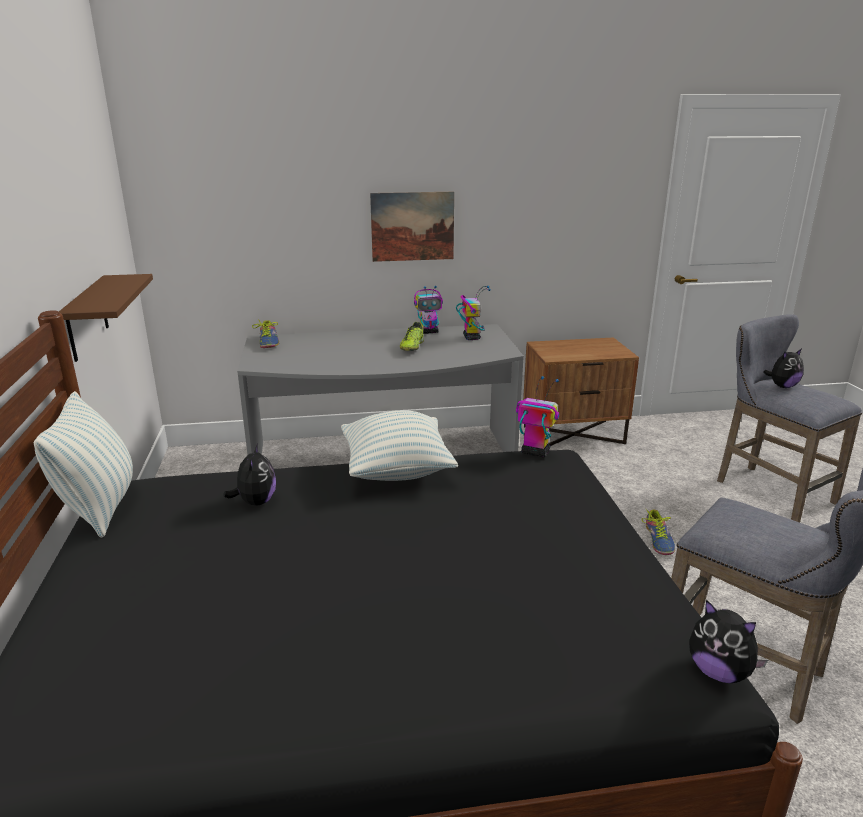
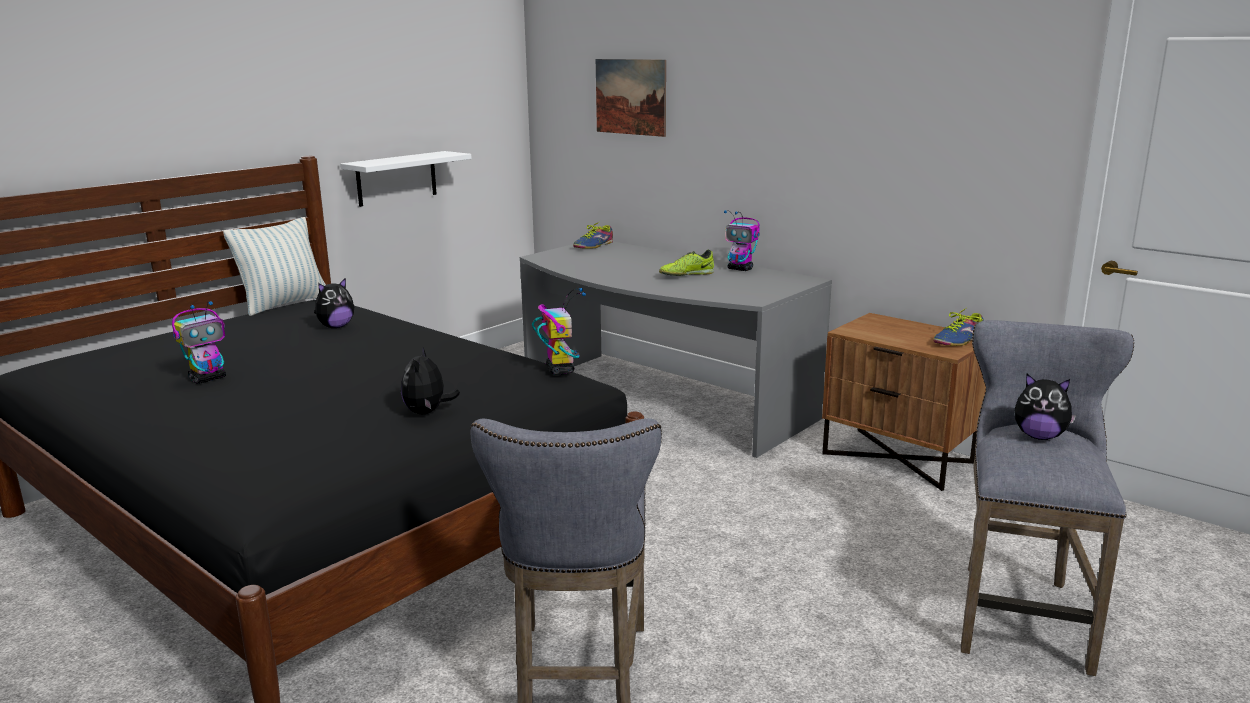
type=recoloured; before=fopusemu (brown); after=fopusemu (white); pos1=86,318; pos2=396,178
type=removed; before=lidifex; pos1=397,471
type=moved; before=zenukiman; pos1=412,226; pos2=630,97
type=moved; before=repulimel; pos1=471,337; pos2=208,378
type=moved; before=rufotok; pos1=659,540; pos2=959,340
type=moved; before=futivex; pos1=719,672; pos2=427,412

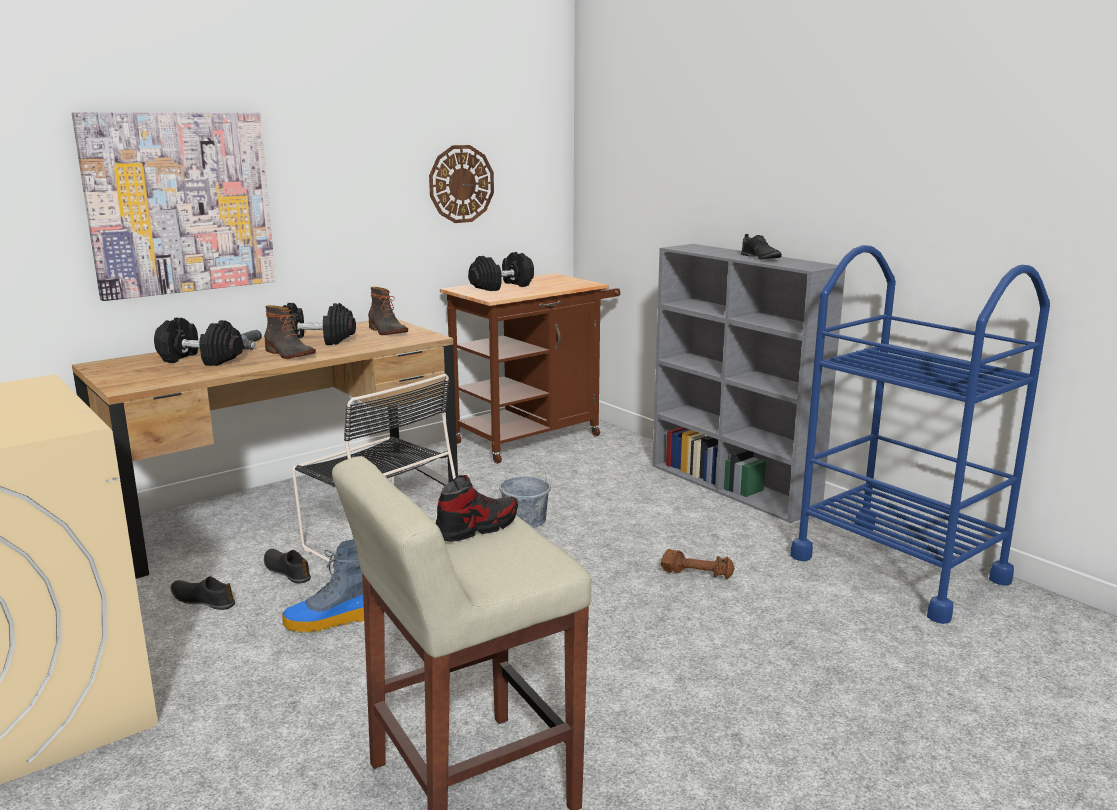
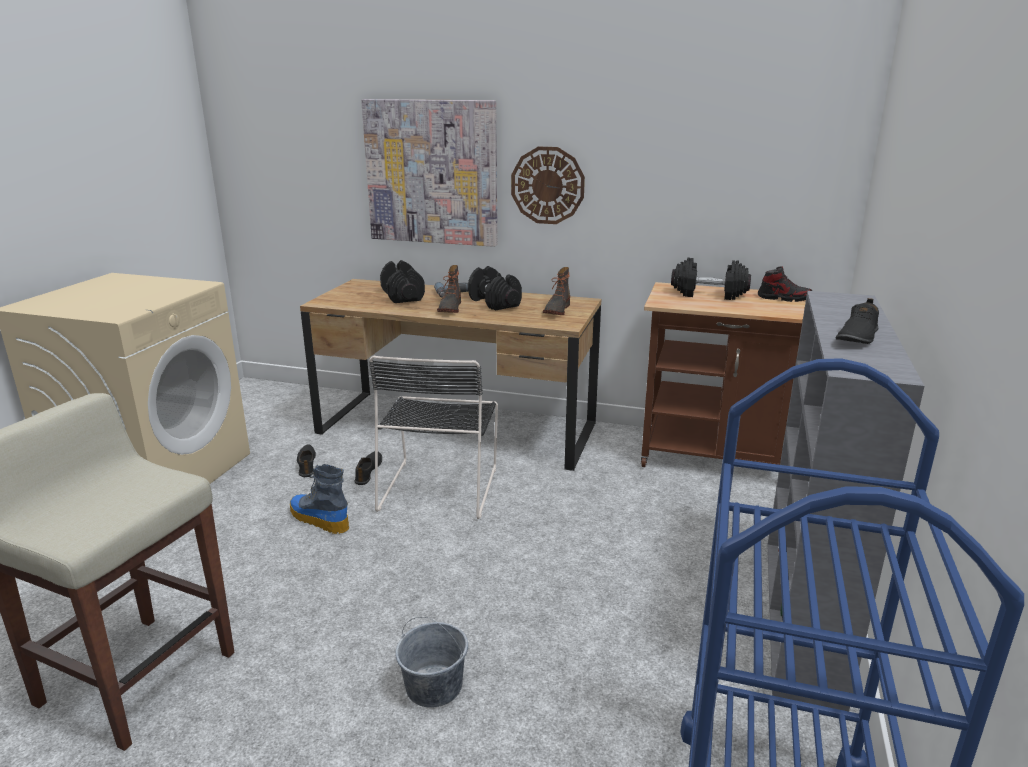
type=moved; before=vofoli; pos1=461,184; pos2=547,185
type=moved; before=rufotok; pos1=477,528; pos2=783,298
type=moved; before=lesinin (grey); pos1=525,520; pos2=434,687
type=removed; before=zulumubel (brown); pos1=697,574

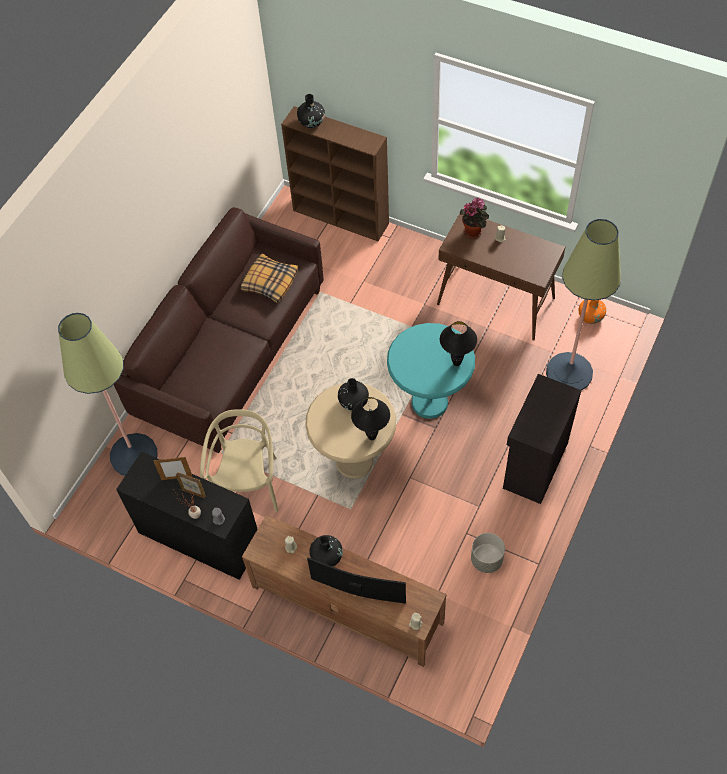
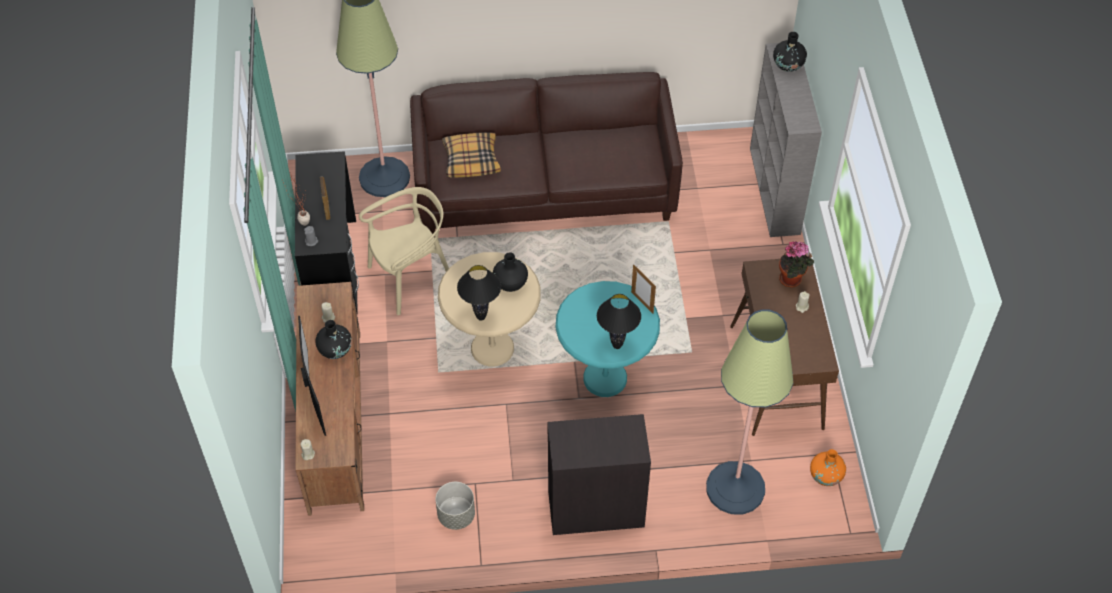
type=moved; before=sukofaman; pos1=177,478; pos2=642,302
type=moved; before=lidifex; pos1=269,282; pos2=471,160
type=recoloured; before=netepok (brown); after=netepok (grey); pos1=341,217; pos2=775,191

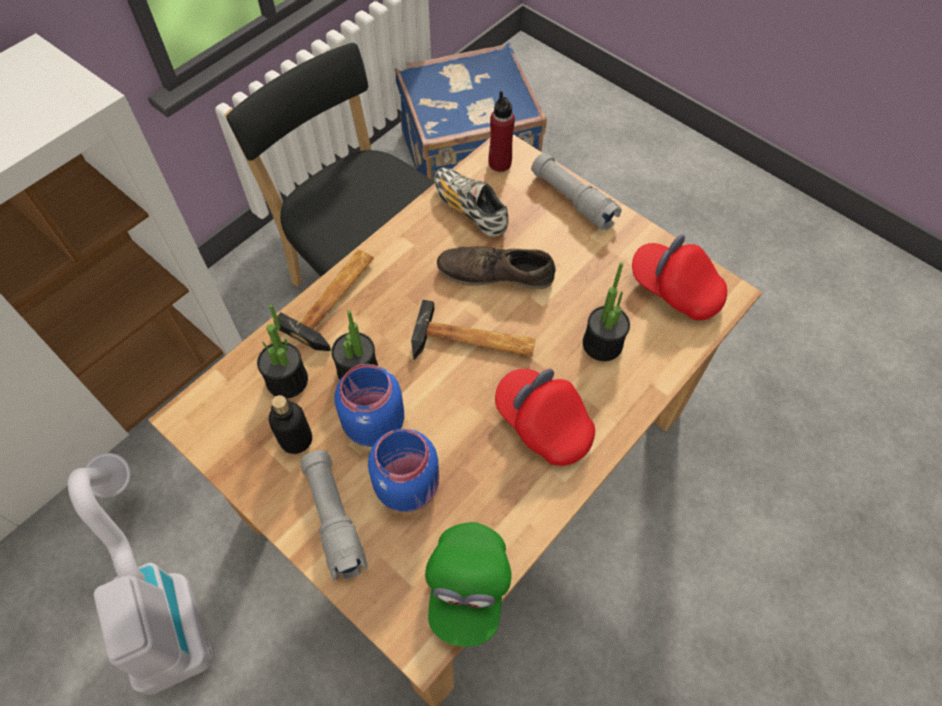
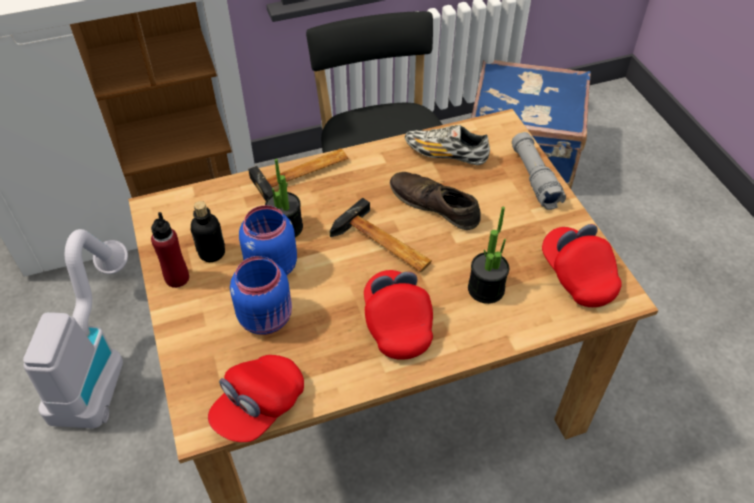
type=removed; before=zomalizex; pos1=287,380
type=removed; before=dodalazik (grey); pos1=334,518
type=recoloured; before=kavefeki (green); after=kavefeki (red); pos1=467,587; pos2=259,407
type=turned; before=rufotok; pos1=469,209; pos2=445,154; turn=-60
type=moved; before=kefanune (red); pos1=500,163; pos2=177,278

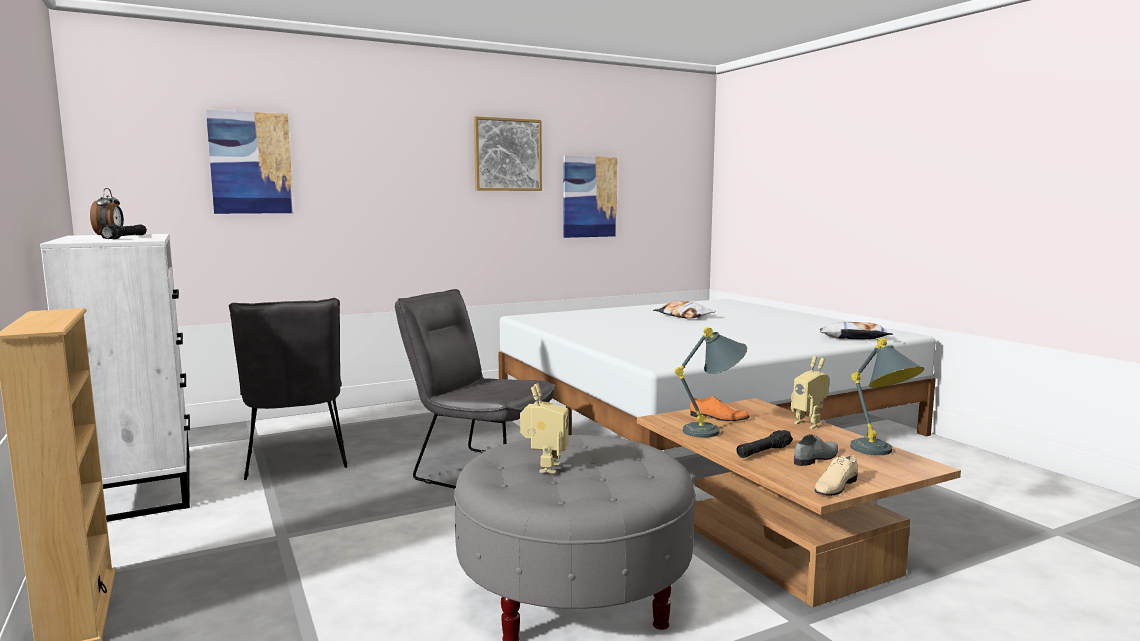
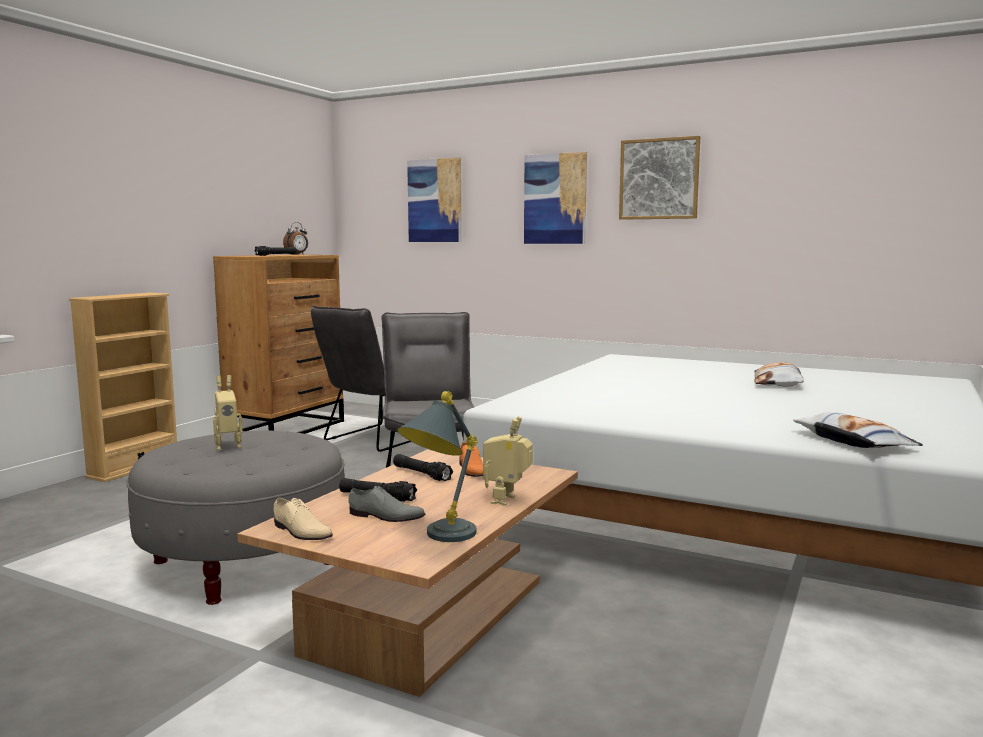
type=recoloured; before=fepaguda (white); after=fepaguda (brown); pos1=139,487; pos2=287,428
type=moved; before=zenukiman; pos1=589,197; pos2=555,199
type=replaced; before=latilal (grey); after=dodalazik (black); pos1=714,431; pos2=421,474
type=turned; before=rufotok (beige); pos1=835,486; pos2=300,531; turn=-150

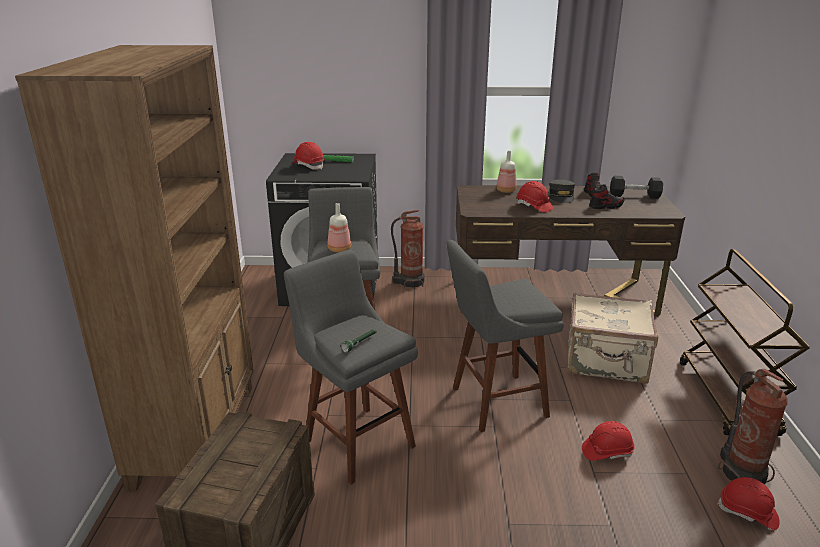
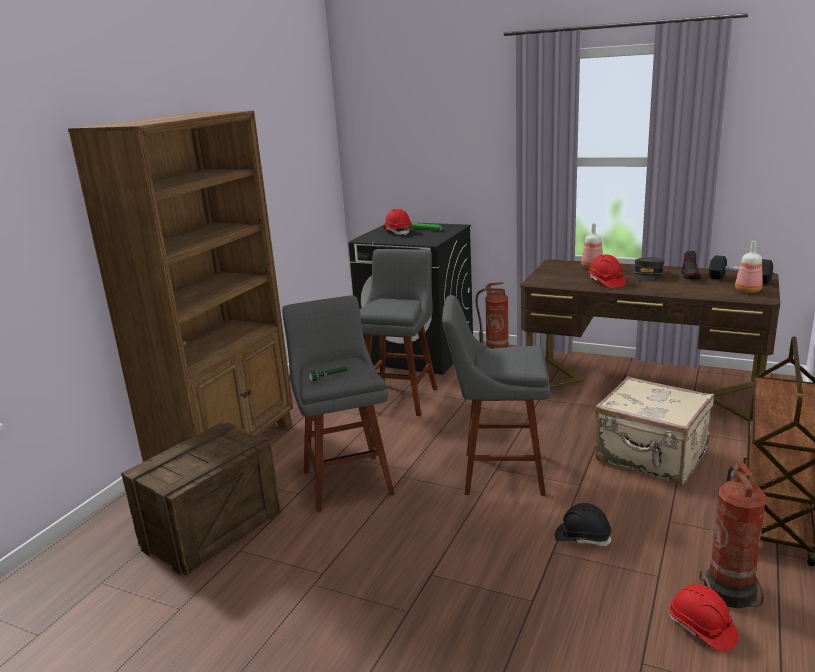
type=moved; before=kefanune; pos1=338,249; pos2=747,290
type=recoloured; before=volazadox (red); after=volazadox (black); pos1=607,451; pos2=582,537
type=removed; before=rufotok; pos1=606,206

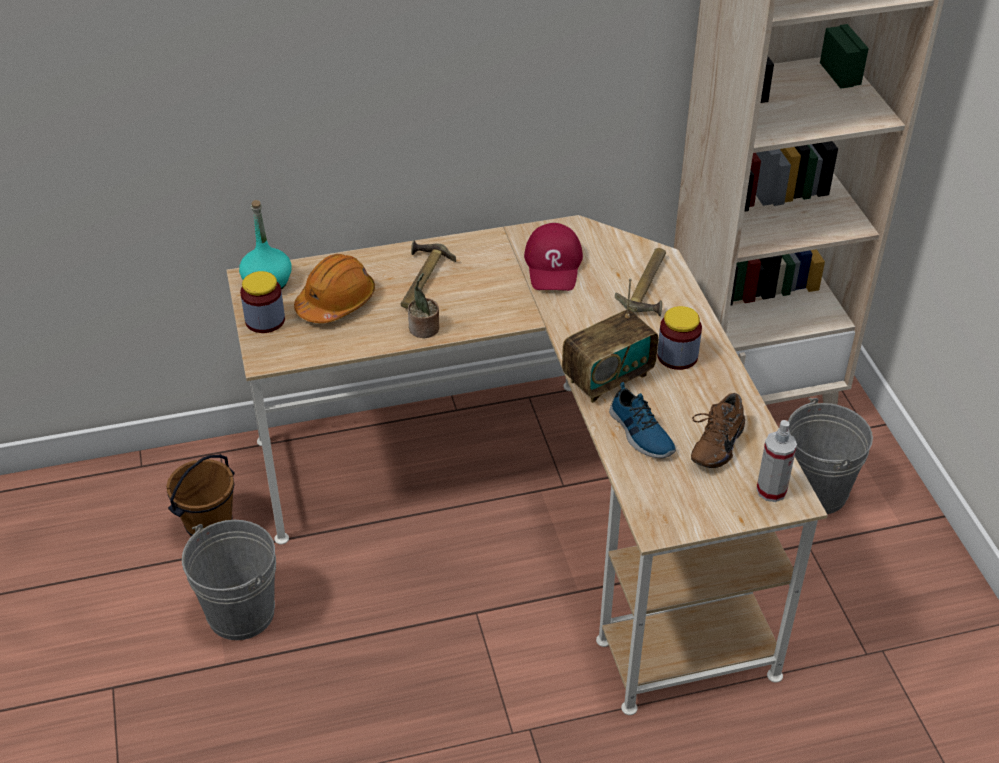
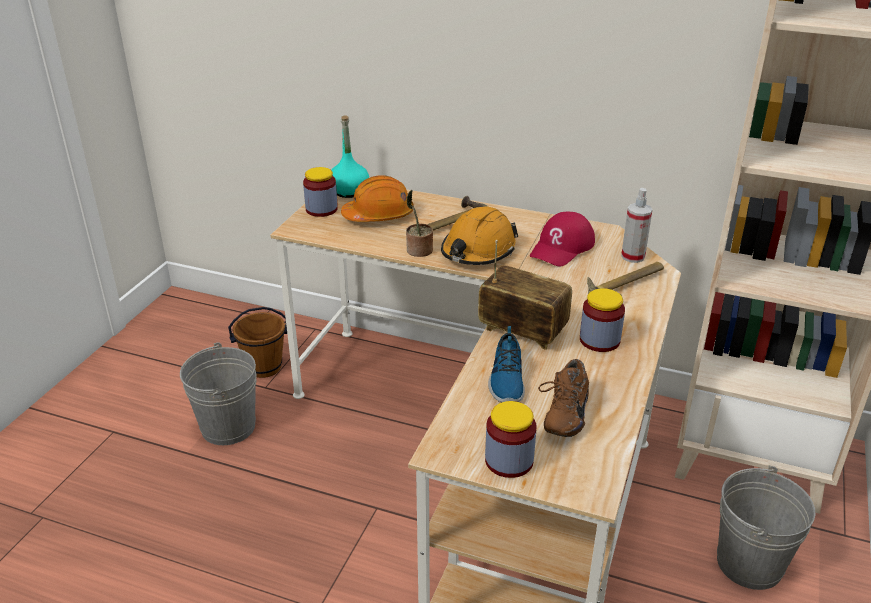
type=turned; before=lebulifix; pos1=607,378; pos2=522,331; turn=-150
type=turned; before=rufotok (brown); pos1=714,444; pos2=562,415; turn=-45
type=moved; before=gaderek; pos1=771,490; pos2=633,256
type=added; after=volazadox (orange); pos2=478,251
type=added; after=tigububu; pos2=509,461

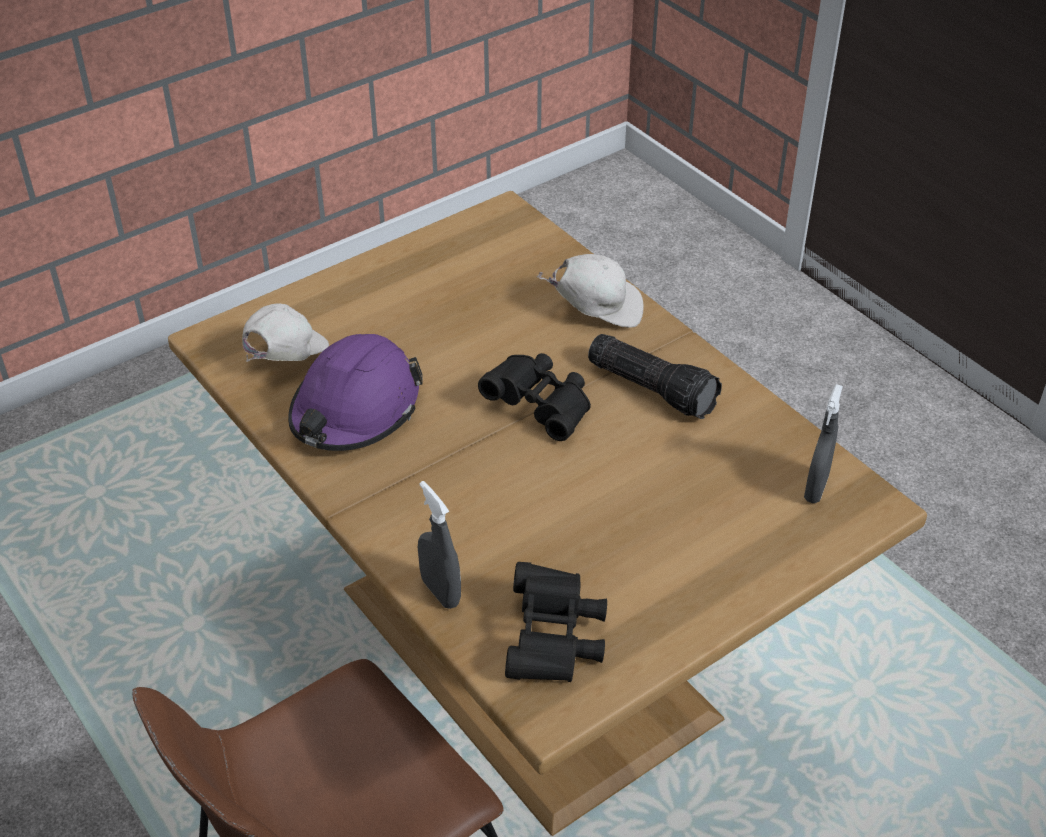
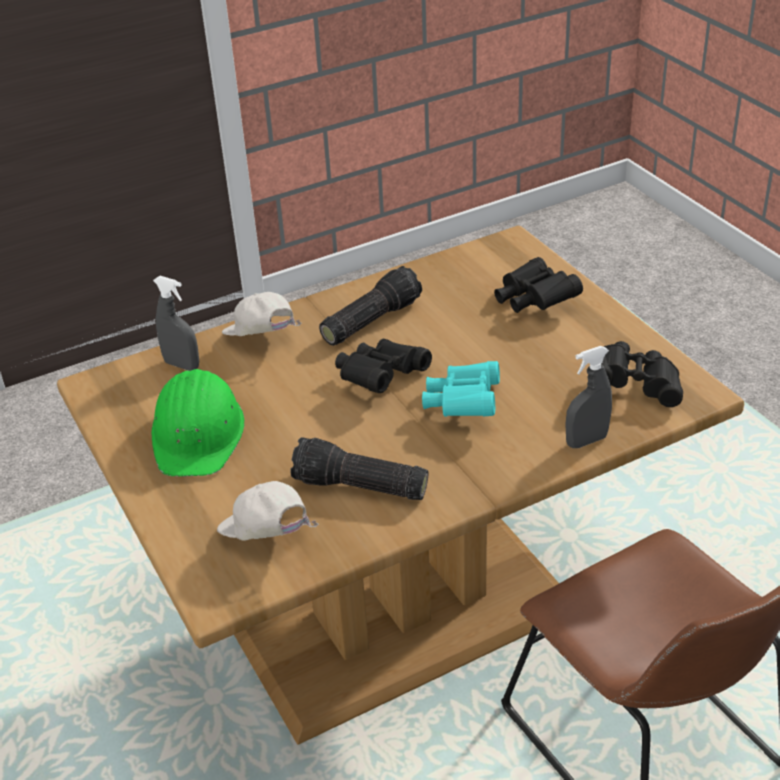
type=replaced; before=volazadox (purple); after=dodalazik; pos1=355,410; pos2=358,487
type=turned; before=kavefeki (white); pos1=597,309; pos2=262,340; turn=-60
type=moved; before=gaderek (grey); pos1=816,488; pos2=182,365
type=added; after=volazadox (green); pos2=198,433
type=added; after=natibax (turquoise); pos2=463,404
type=added; after=natibax (black); pos2=534,301

